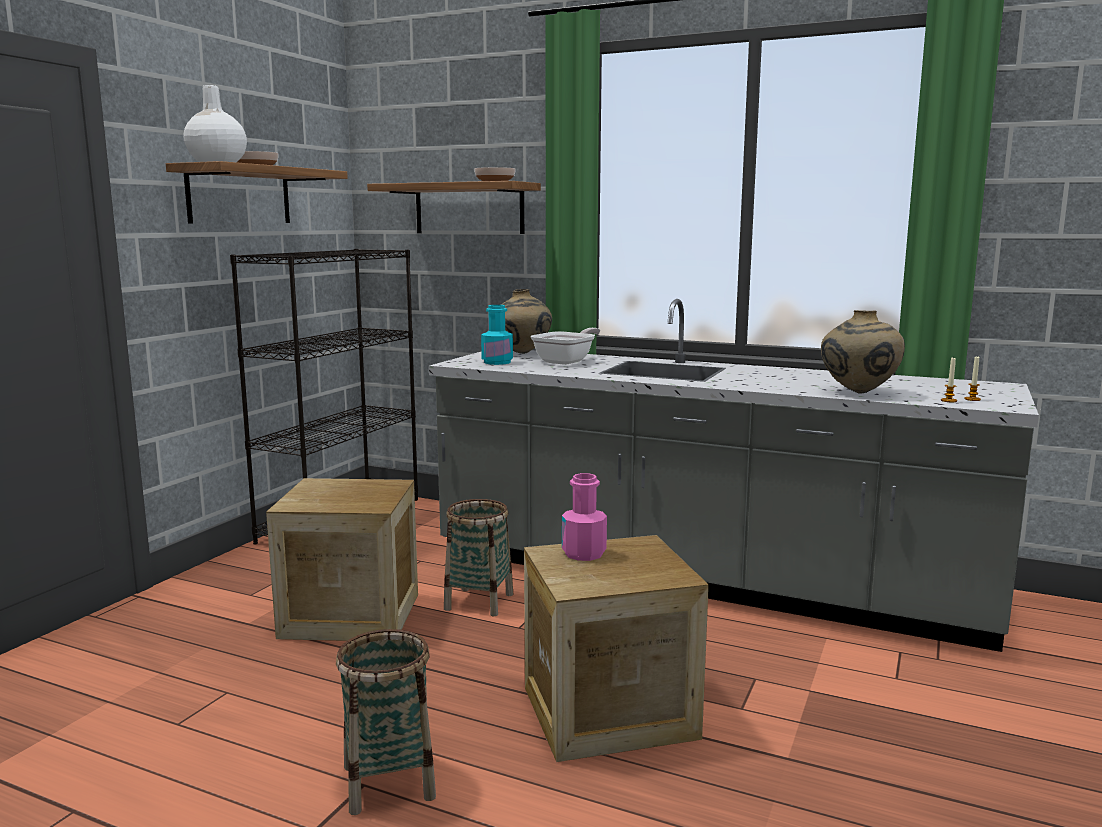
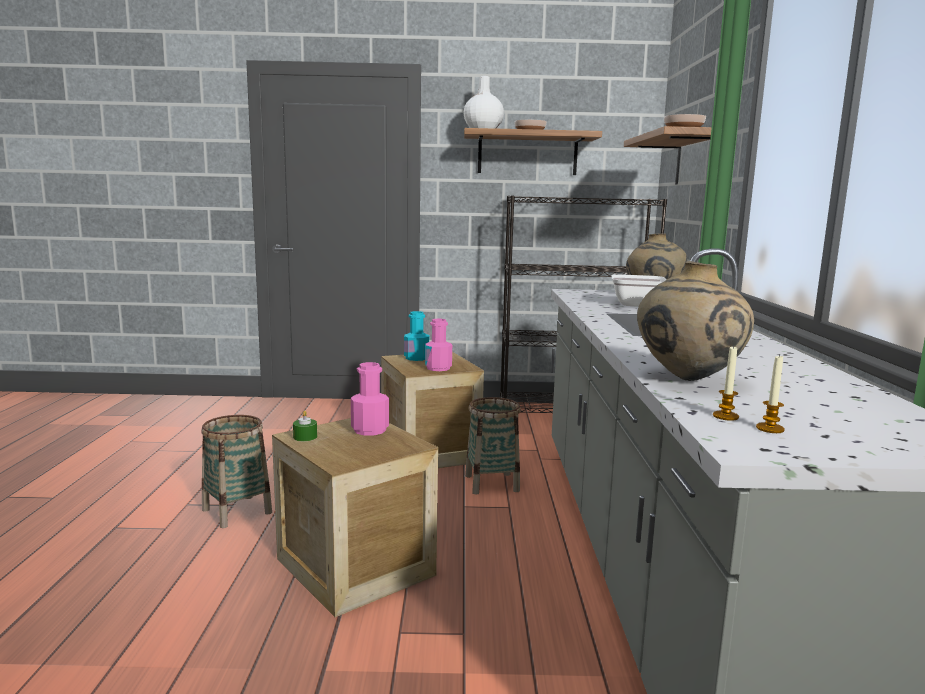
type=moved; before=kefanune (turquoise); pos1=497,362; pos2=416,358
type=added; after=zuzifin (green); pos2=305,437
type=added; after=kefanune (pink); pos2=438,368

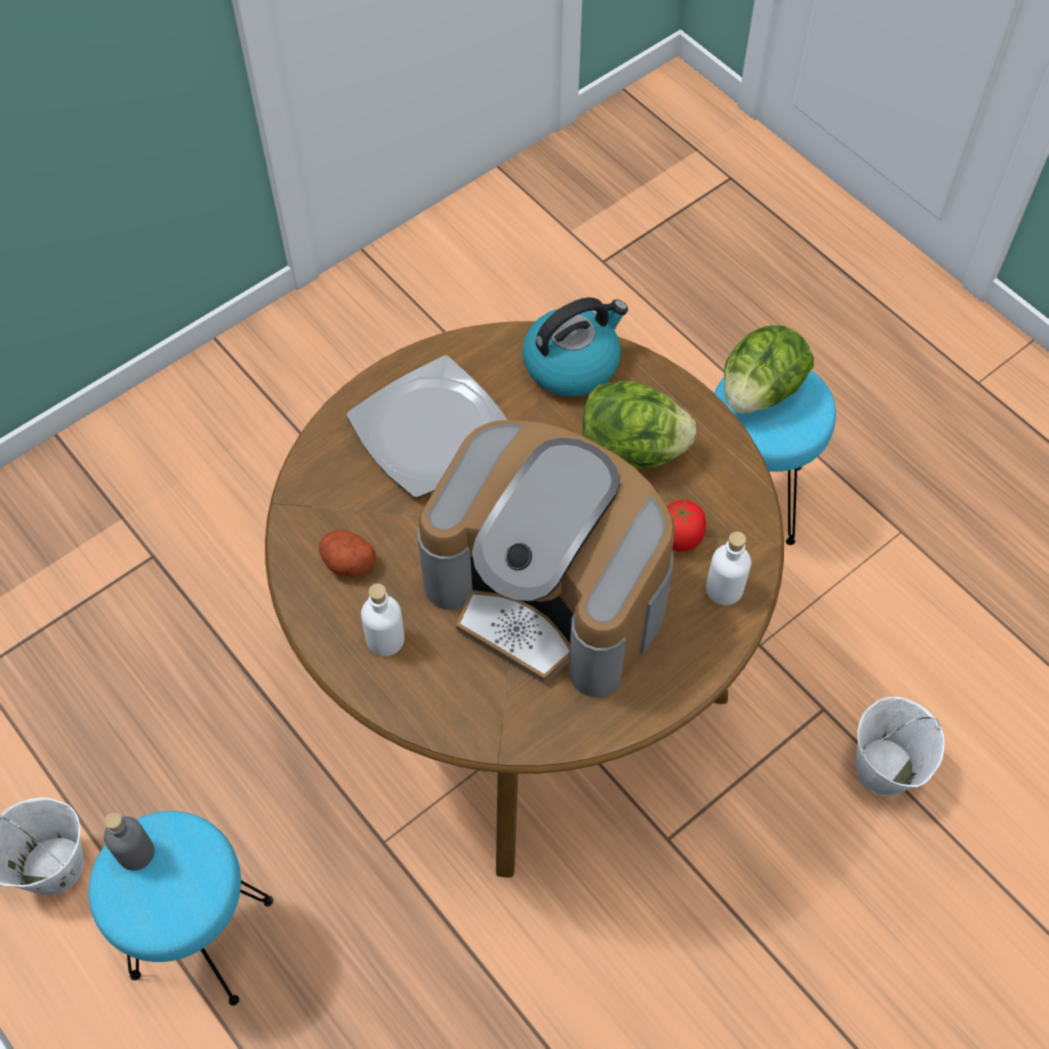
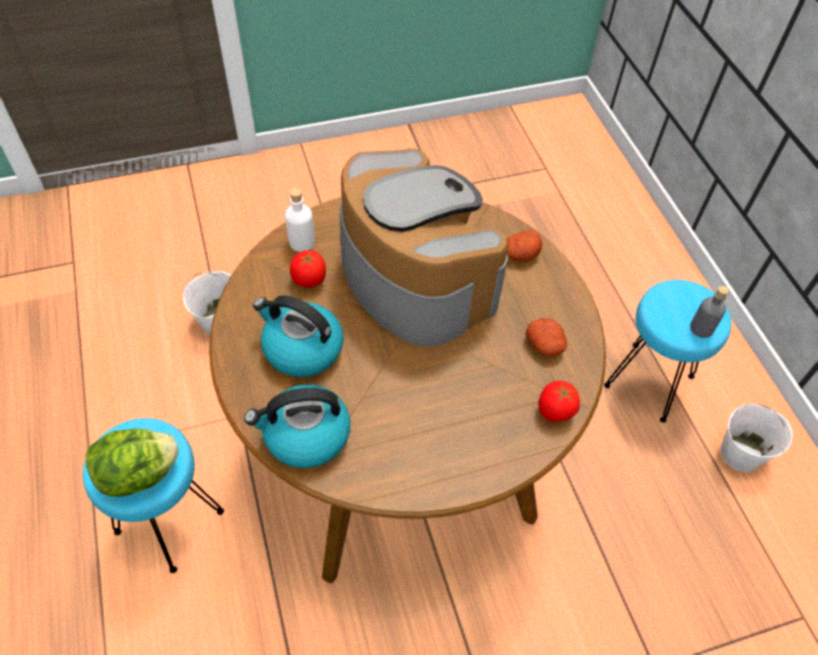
type=removed; before=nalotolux; pos1=432,429
type=removed; before=kefanune (white); pos1=385,639
type=replaced; before=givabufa; after=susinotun; pos1=633,449; pos2=301,349
type=added; after=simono; pos2=521,254
type=added; after=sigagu; pos2=554,411

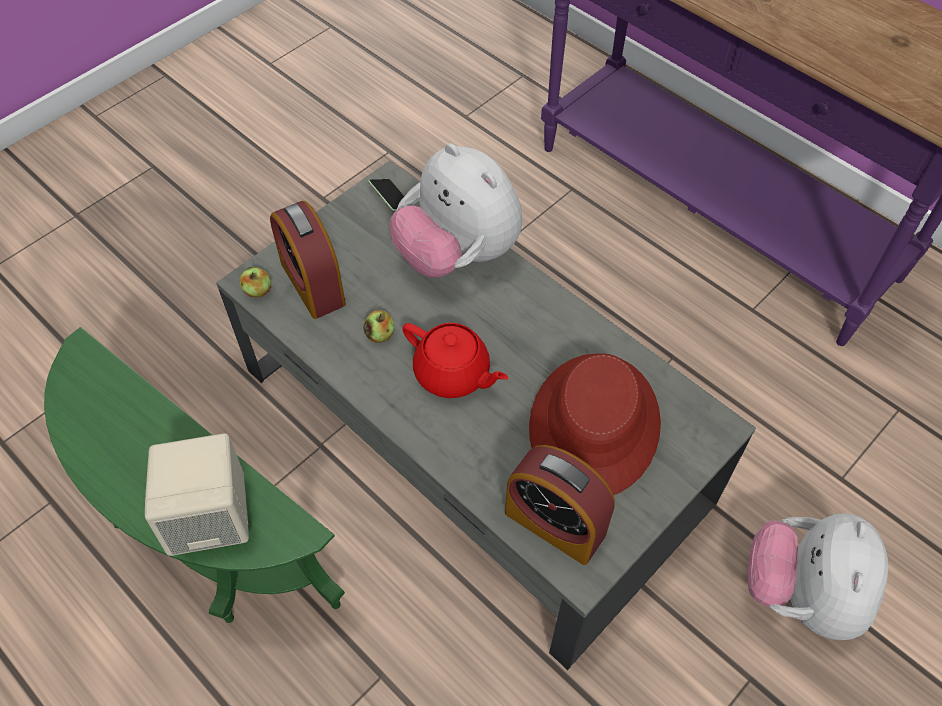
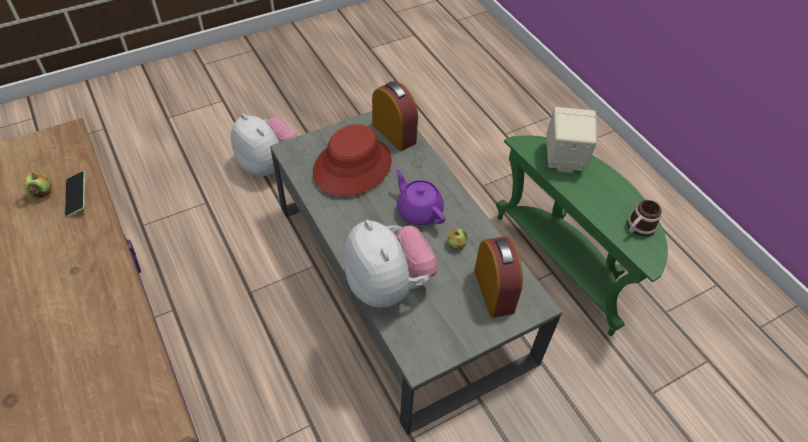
type=moved; before=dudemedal; pos1=258,290; pos2=42,193
type=moved; before=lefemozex; pos1=391,200; pos2=77,198
type=recoloured; before=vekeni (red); after=vekeni (purple); pos1=453,374; pos2=419,211
type=turned; before=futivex; pos1=801,594; pos2=268,164; turn=-75
type=added; after=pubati; pos2=638,228

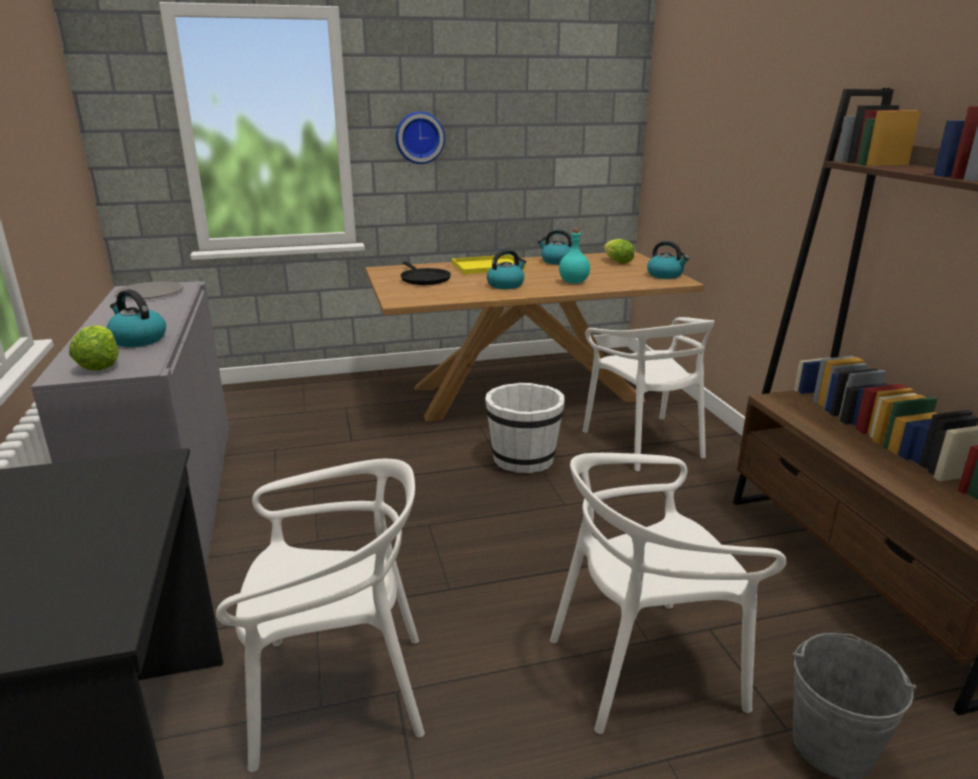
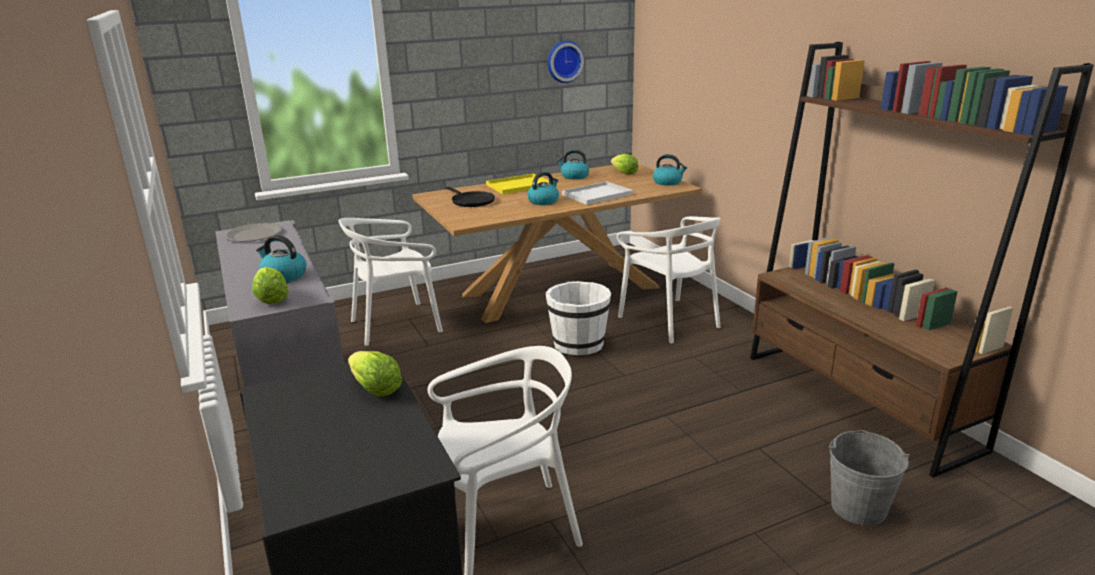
type=moved; before=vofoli; pos1=419,137; pos2=564,61
type=moved; before=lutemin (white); pos1=644,667; pos2=396,324
type=replaced; before=kefanune (turquoise); after=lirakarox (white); pos1=573,282; pos2=597,194
type=added; after=givabufa; pos2=375,389

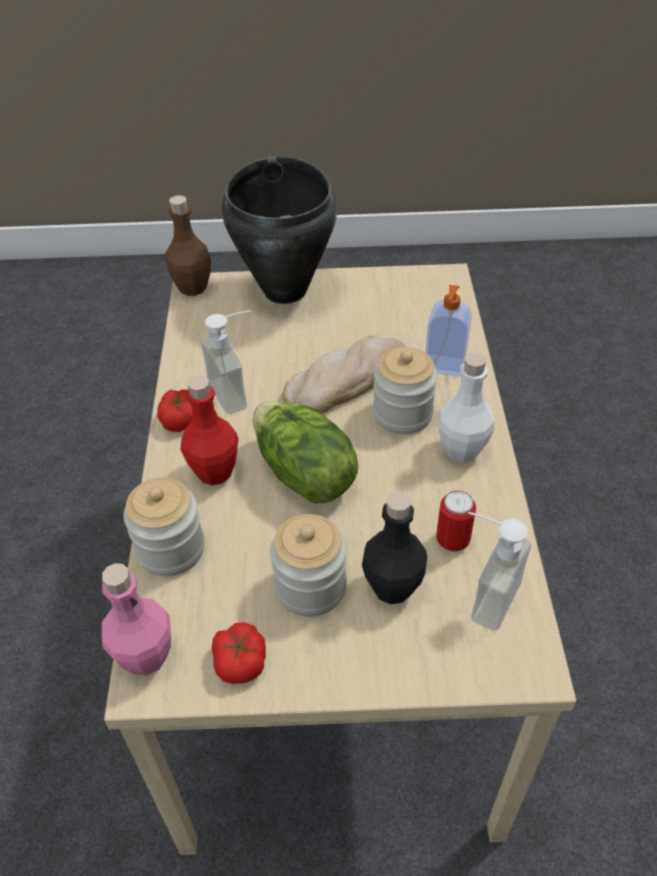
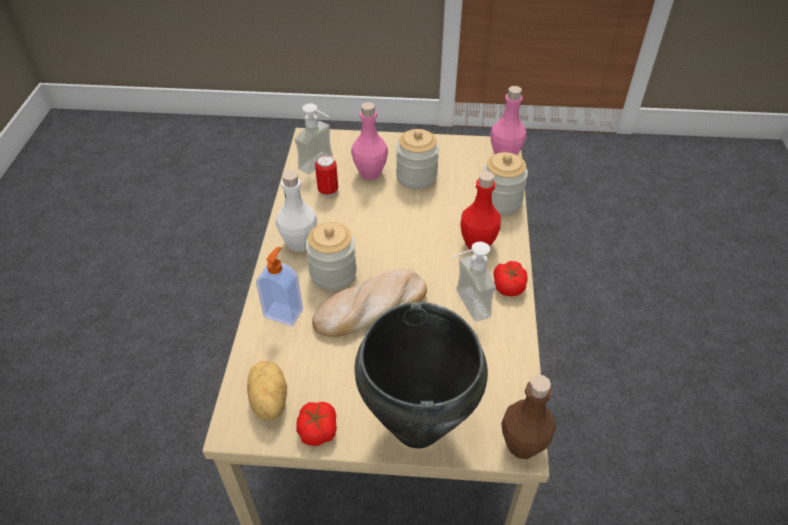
type=moved; before=sigagu; pos1=241,661; pos2=317,429
type=removed; before=givabufa; pos1=303,475
type=recoloured; before=kefanune (black); after=kefanune (pink); pos1=392,587; pos2=370,173
type=added; after=simono; pos2=268,401

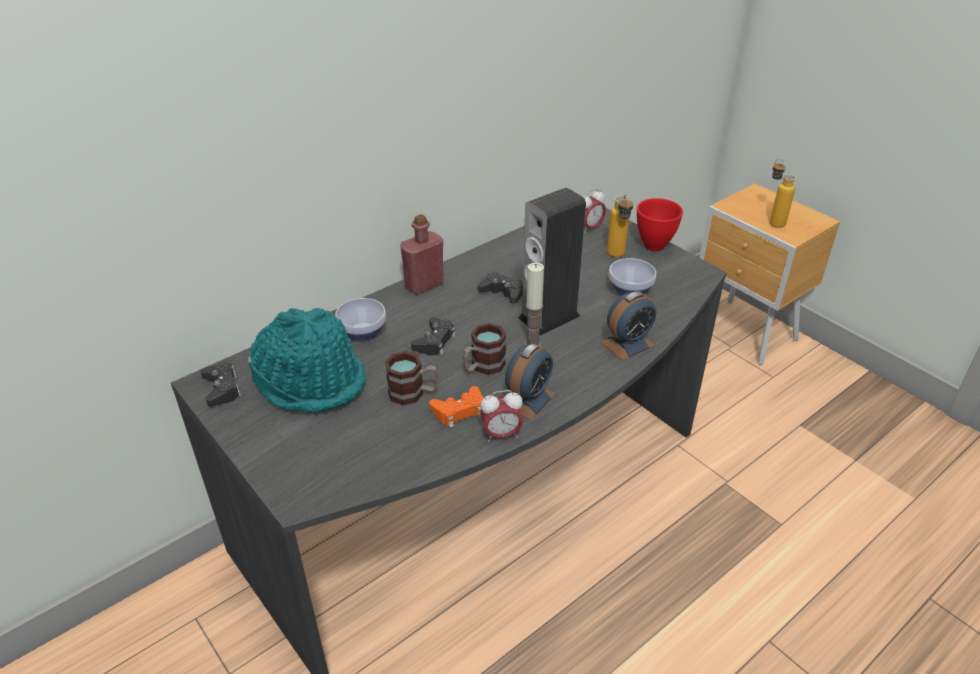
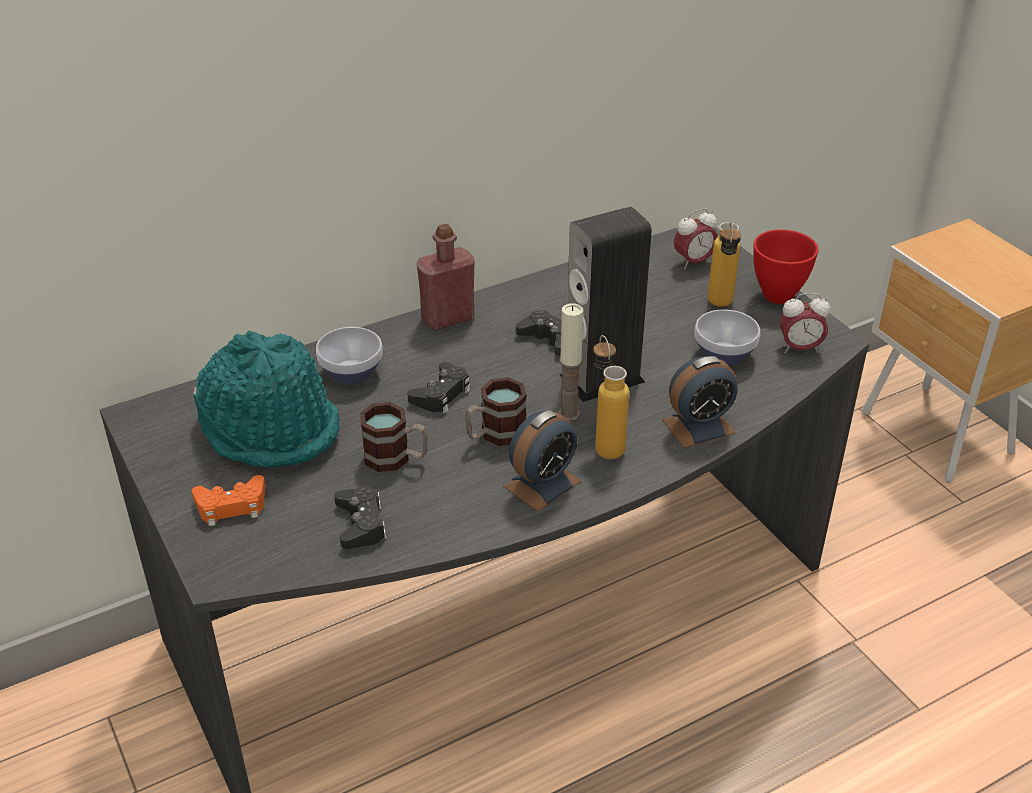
type=moved; before=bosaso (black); pos1=222,389; pos2=361,524
type=moved; before=bosaso (orange); pos1=459,411; pos2=231,506
type=moved; before=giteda; pos1=501,435; pos2=799,348
type=moved; before=kefanune; pos1=772,221; pos2=605,443

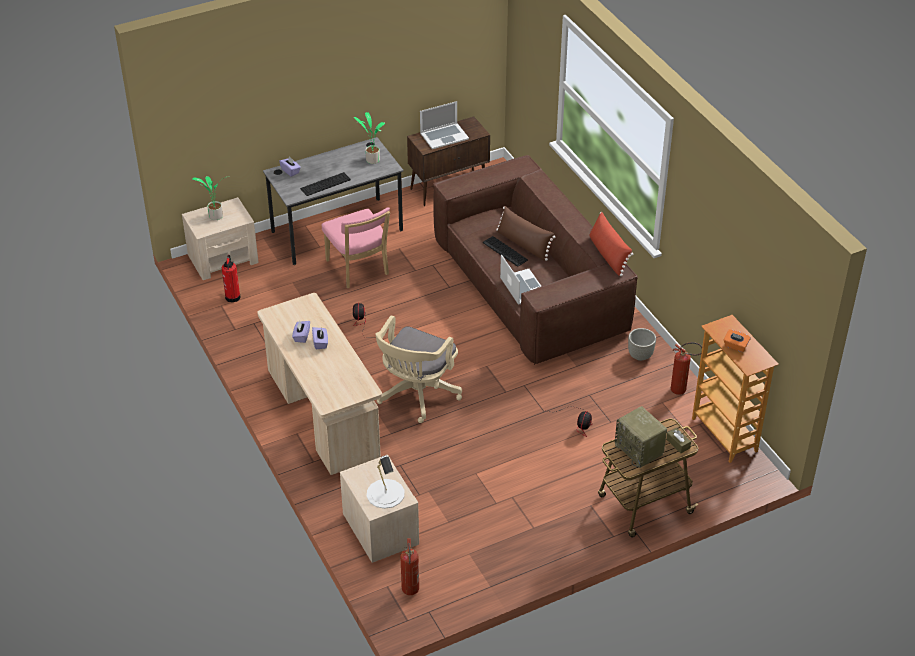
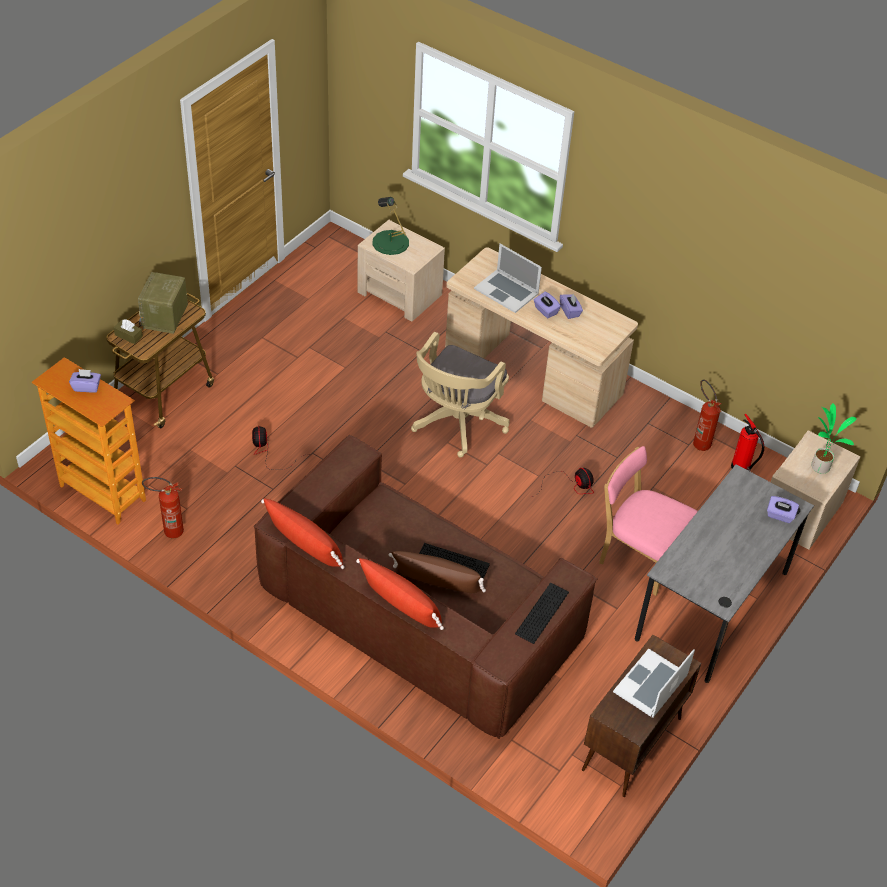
type=moved; before=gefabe; pos1=325,184; pos2=542,613
type=removed; before=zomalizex; pos1=372,160
type=recoloured; before=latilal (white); after=latilal (green); pos1=385,494; pos2=390,242
type=turned; before=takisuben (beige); pos1=416,395; pos2=456,424; turn=-150
type=moved; before=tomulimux; pos1=410,592; pos2=699,441
type=moved; before=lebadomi; pos1=523,287; pos2=506,291
type=turned; before=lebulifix; pos1=640,450; pos2=165,318; turn=-105
type=removed; before=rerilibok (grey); pos1=640,356
type=recoloured; before=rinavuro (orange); after=rinavuro (purple); pos1=735,346; pos2=86,387
type=added; after=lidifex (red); pos2=401,604

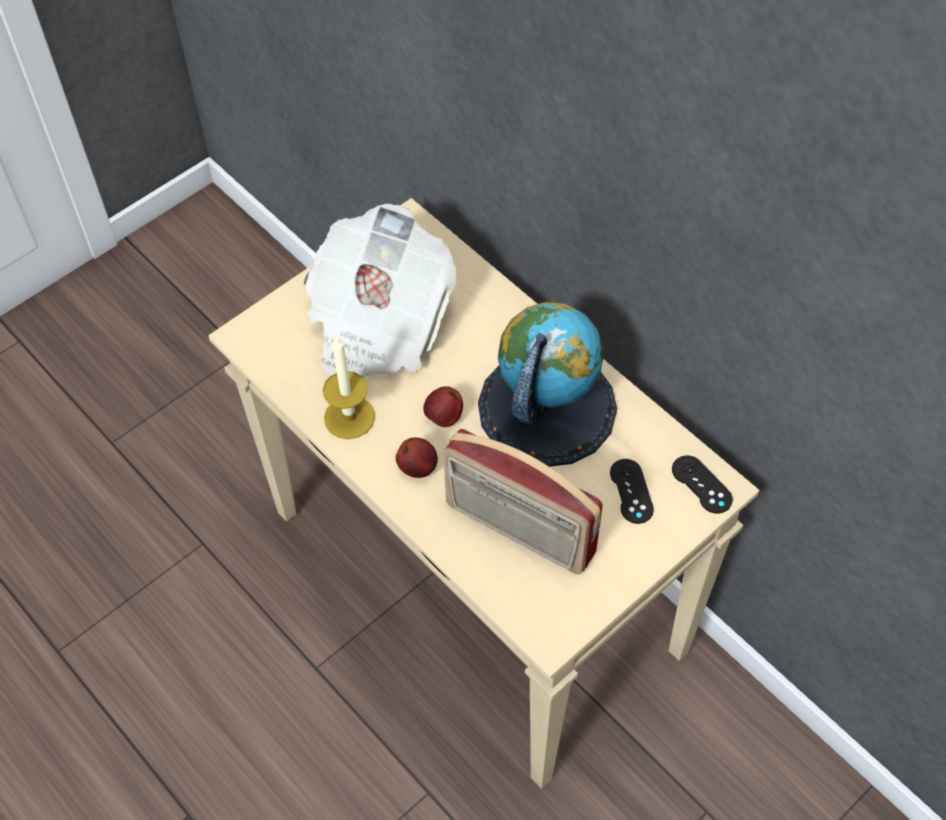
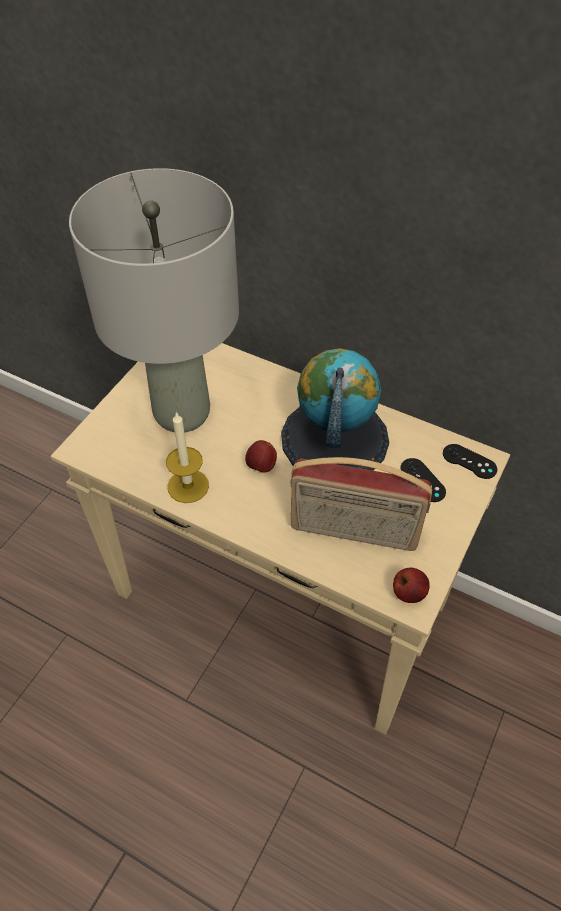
type=replaced; before=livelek; after=latilal (grey); pos1=377,323; pos2=182,413
type=moved; before=dudemedal; pos1=418,467; pos2=408,593

